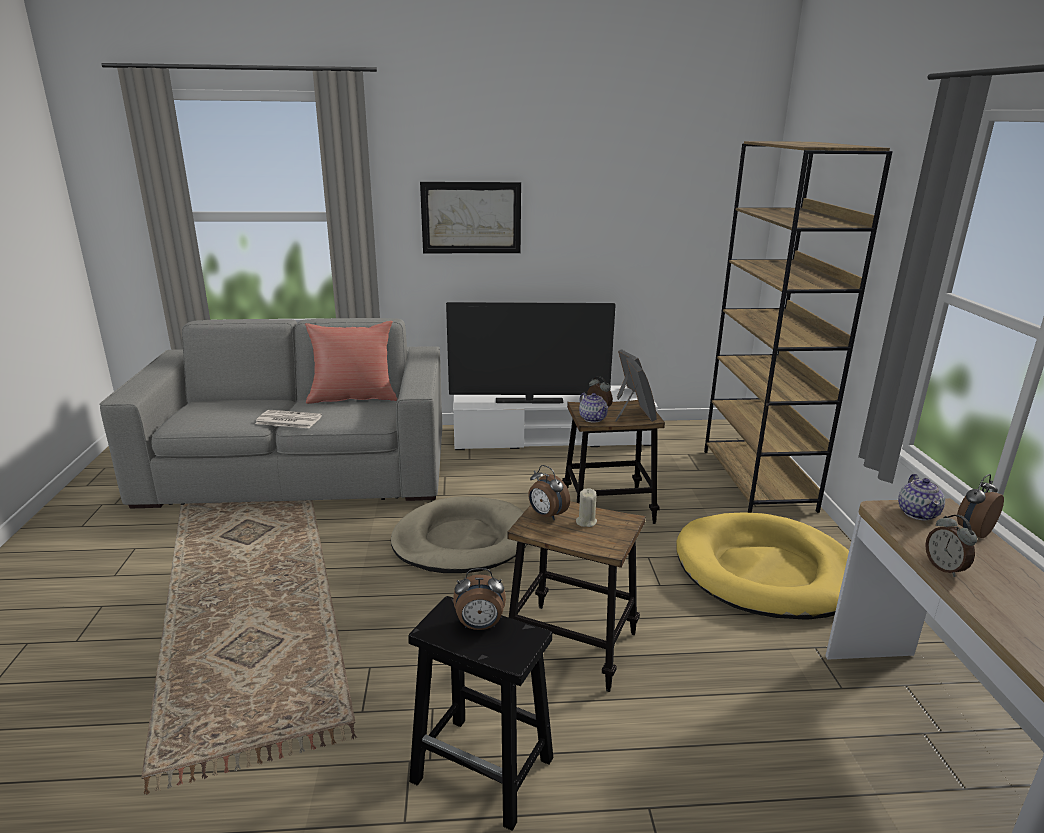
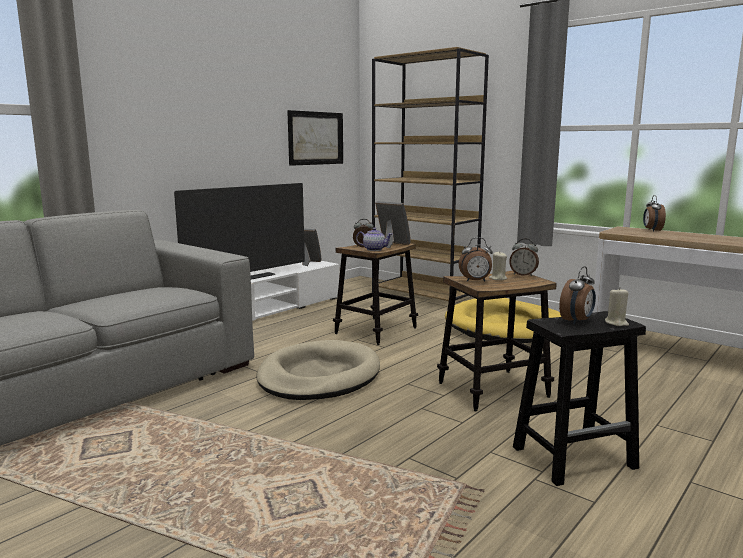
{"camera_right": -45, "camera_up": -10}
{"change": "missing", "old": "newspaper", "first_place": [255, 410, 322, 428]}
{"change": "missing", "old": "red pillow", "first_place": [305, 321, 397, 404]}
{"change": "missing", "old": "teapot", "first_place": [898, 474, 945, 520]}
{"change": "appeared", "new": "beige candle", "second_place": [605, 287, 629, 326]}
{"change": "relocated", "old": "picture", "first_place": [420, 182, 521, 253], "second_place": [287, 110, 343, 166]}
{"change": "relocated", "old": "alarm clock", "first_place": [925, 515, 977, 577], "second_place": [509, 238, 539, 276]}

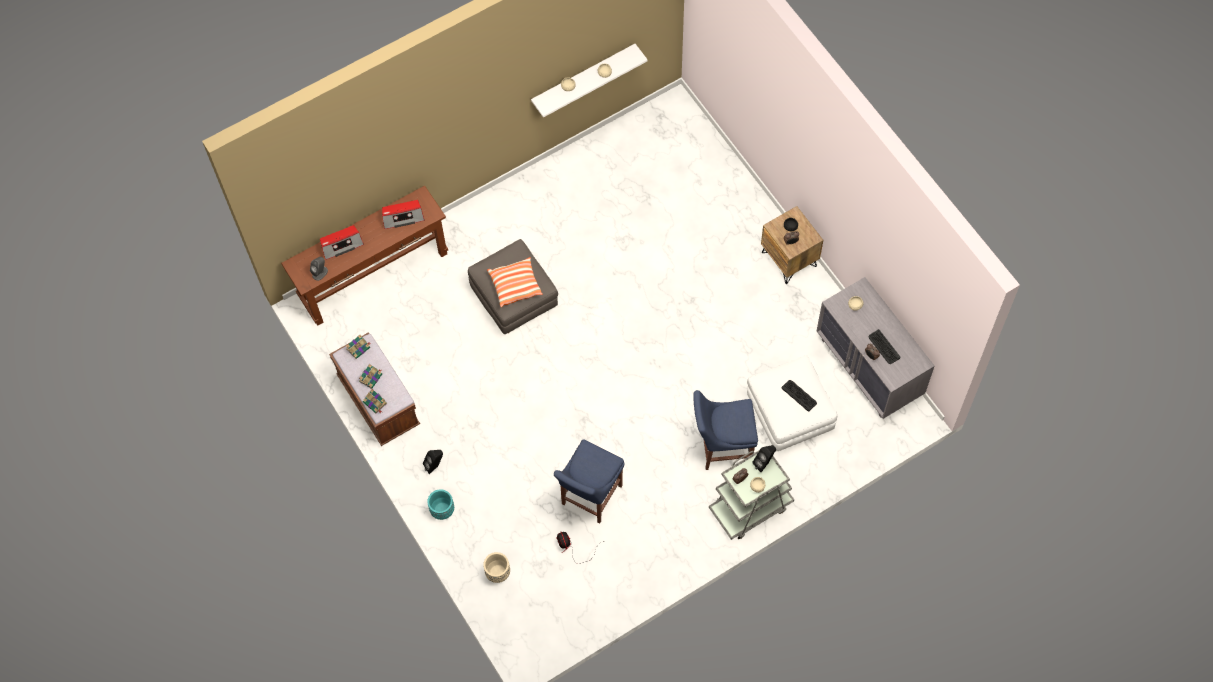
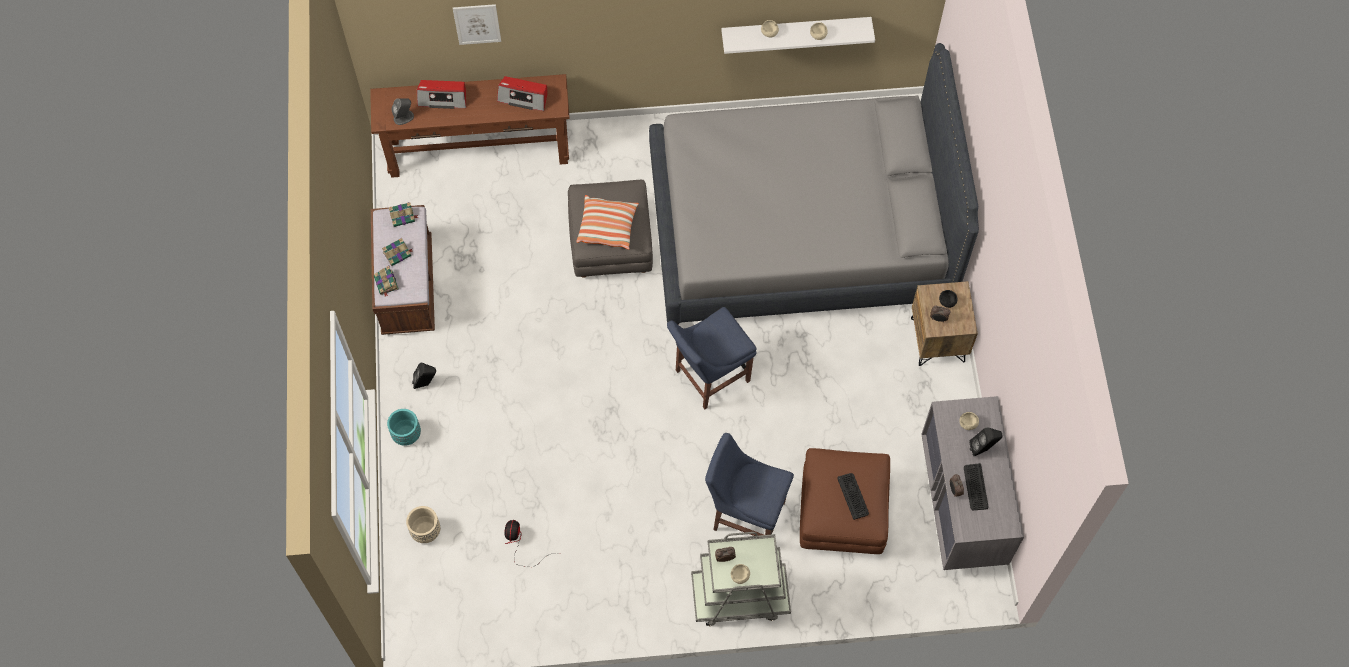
{"camera_right": 25, "camera_up": 0}
{"change": "appeared", "new": "picture", "second_place": [453, 4, 501, 45]}
{"change": "appeared", "new": "grey bed", "second_place": [649, 43, 979, 325]}
{"change": "relocated", "old": "blue chair", "first_place": [554, 439, 625, 524], "second_place": [667, 307, 757, 409]}
{"change": "relocated", "old": "black speaker", "first_place": [752, 445, 776, 472], "second_place": [969, 428, 1003, 456]}
{"change": "colour", "old": "white ottoman", "new": "brown ottoman", "first_place": [747, 355, 837, 451], "second_place": [800, 448, 890, 554]}

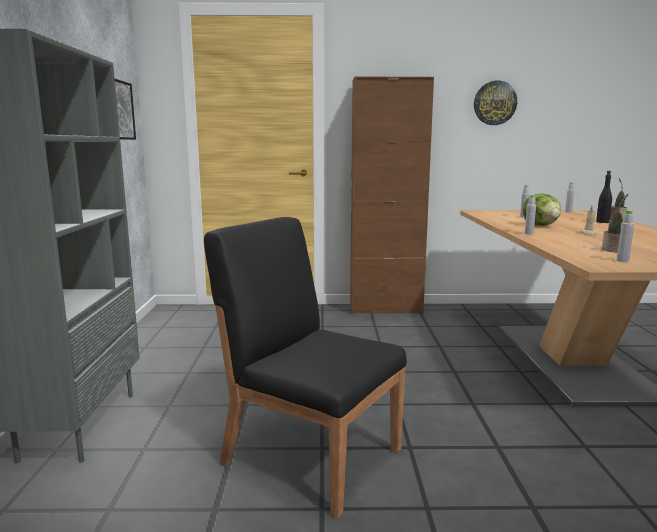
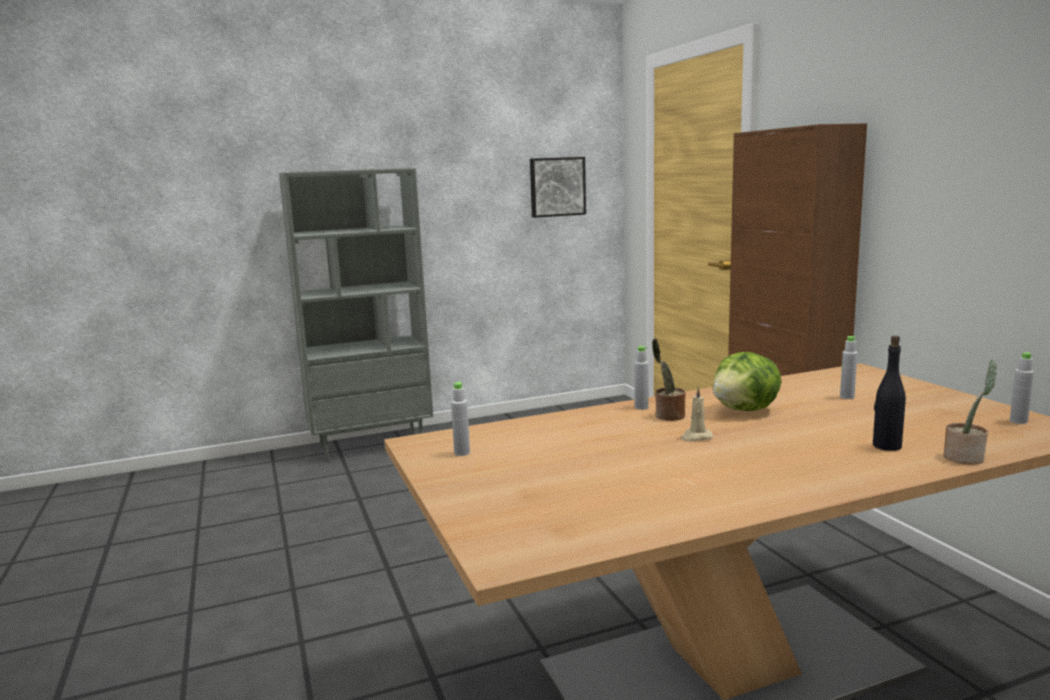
{"camera_right": 70, "camera_up": 0}
{"change": "missing", "old": "black chair", "first_place": [204, 217, 407, 518]}
{"change": "missing", "old": "wall clock", "first_place": [474, 81, 517, 125]}
{"change": "relocated", "old": "potted plant", "first_place": [602, 194, 628, 252], "second_place": [652, 338, 685, 421]}

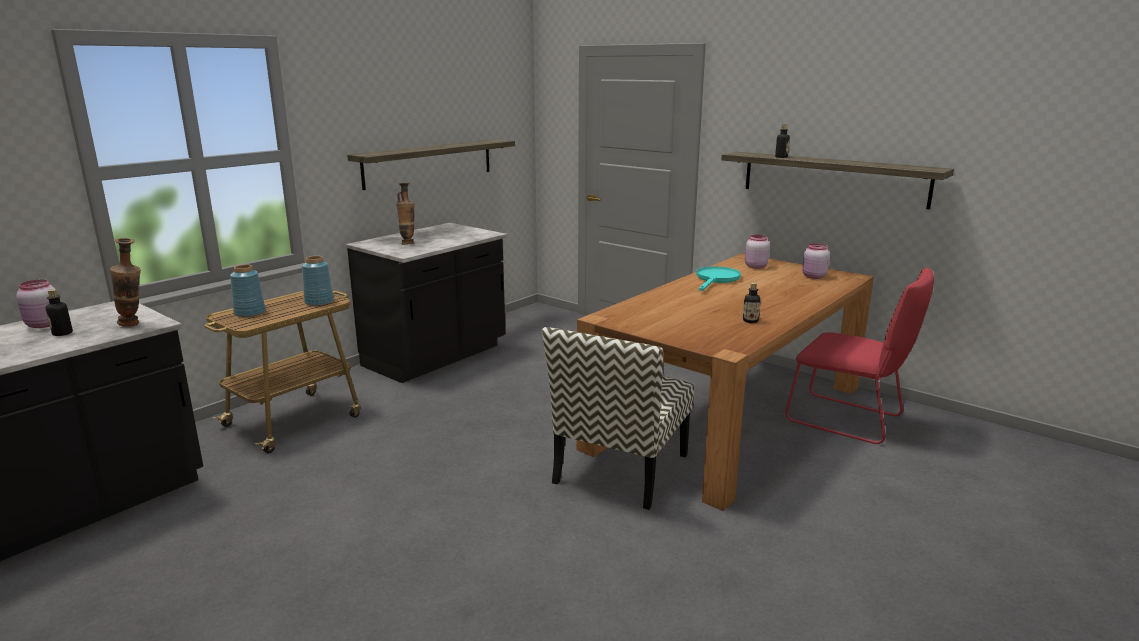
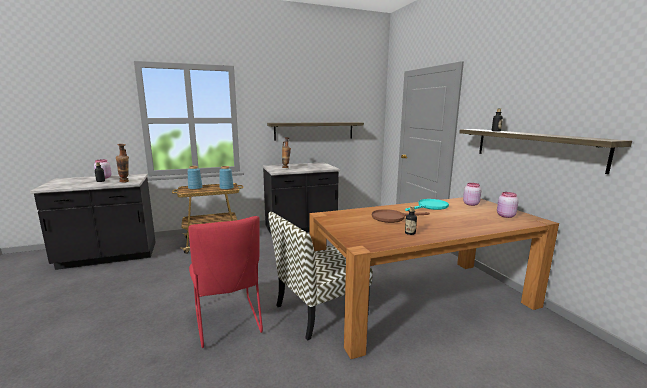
{"camera_right": 30, "camera_up": -5}
{"change": "appeared", "new": "brown frying pan", "second_place": [372, 209, 430, 223]}
{"change": "relocated", "old": "red chair", "first_place": [785, 268, 934, 444], "second_place": [188, 216, 263, 348]}

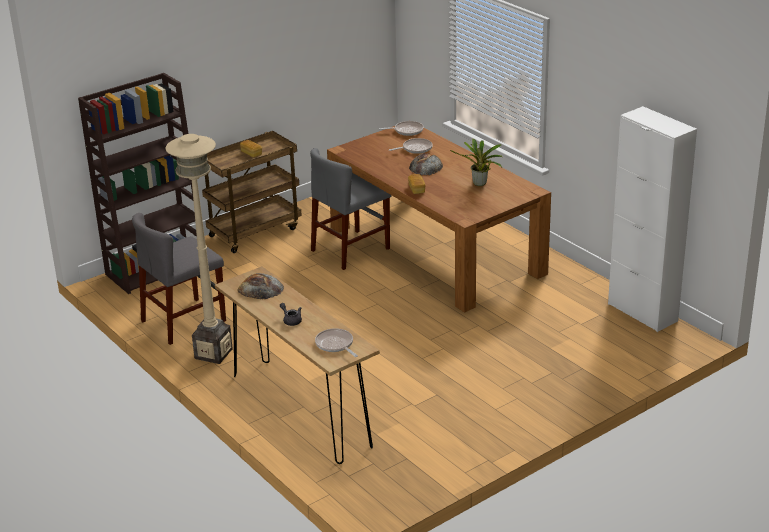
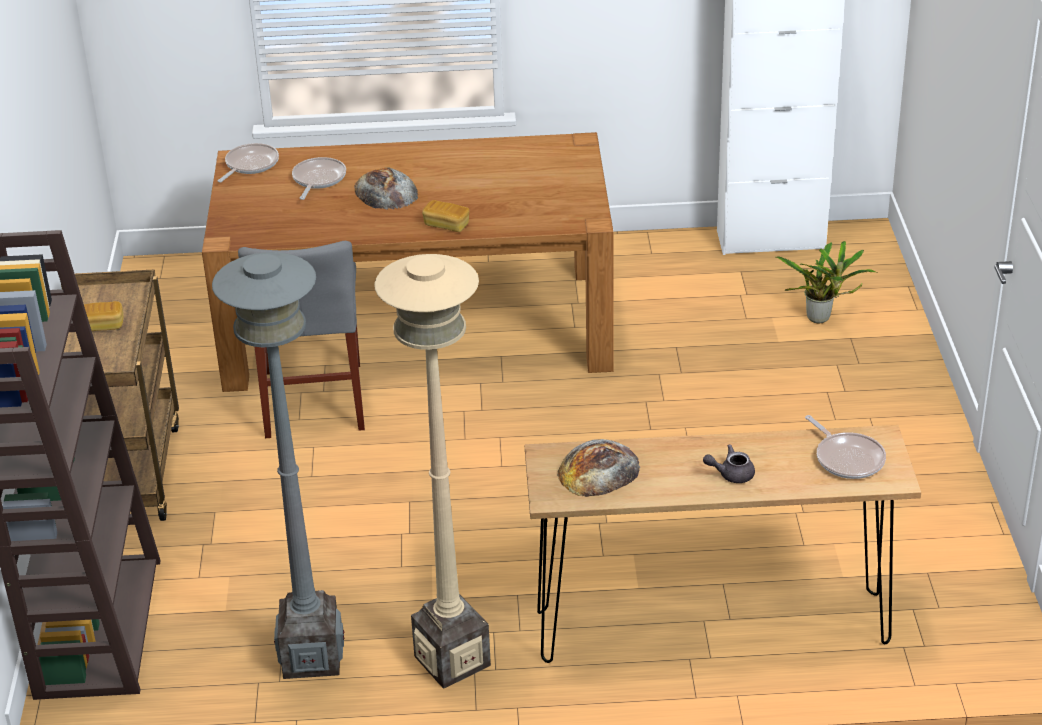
{"camera_right": -55, "camera_up": 5}
{"change": "relocated", "old": "potted plant", "first_place": [450, 139, 503, 186], "second_place": [775, 241, 877, 324]}
{"change": "exchanged", "old": "grey chair", "new": "grey floor lamp", "first_place": [132, 213, 226, 345], "second_place": [212, 252, 344, 679]}
{"change": "spun", "old": "frying pan", "first_place": [315, 328, 358, 357], "second_place": [805, 415, 886, 479], "degrees": -120}

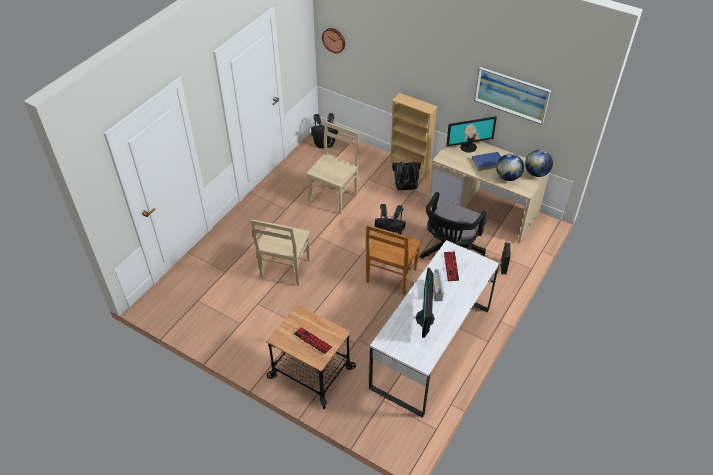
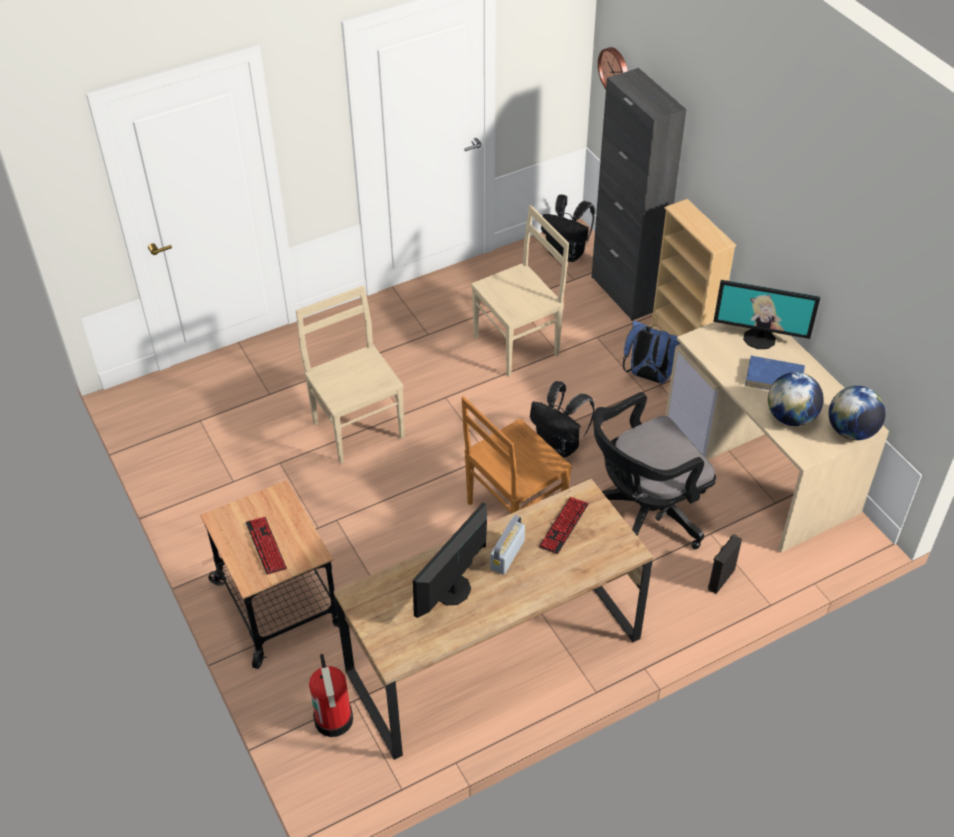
{"camera_right": 30, "camera_up": 0}
{"change": "missing", "old": "picture", "first_place": [474, 67, 551, 125]}
{"change": "appeared", "new": "fire extinguisher", "second_place": [309, 654, 353, 737]}
{"change": "appeared", "new": "black cabinet", "second_place": [592, 68, 686, 321]}
{"change": "colour", "old": "white desk", "new": "brown desk", "first_place": [369, 240, 499, 418], "second_place": [334, 479, 653, 760]}
{"change": "colour", "old": "black backpack", "new": "blue backpack", "first_place": [392, 161, 421, 190], "second_place": [623, 321, 680, 384]}
{"change": "spun", "old": "beige chair", "first_place": [251, 219, 310, 286], "second_place": [296, 285, 404, 464], "degrees": 105}

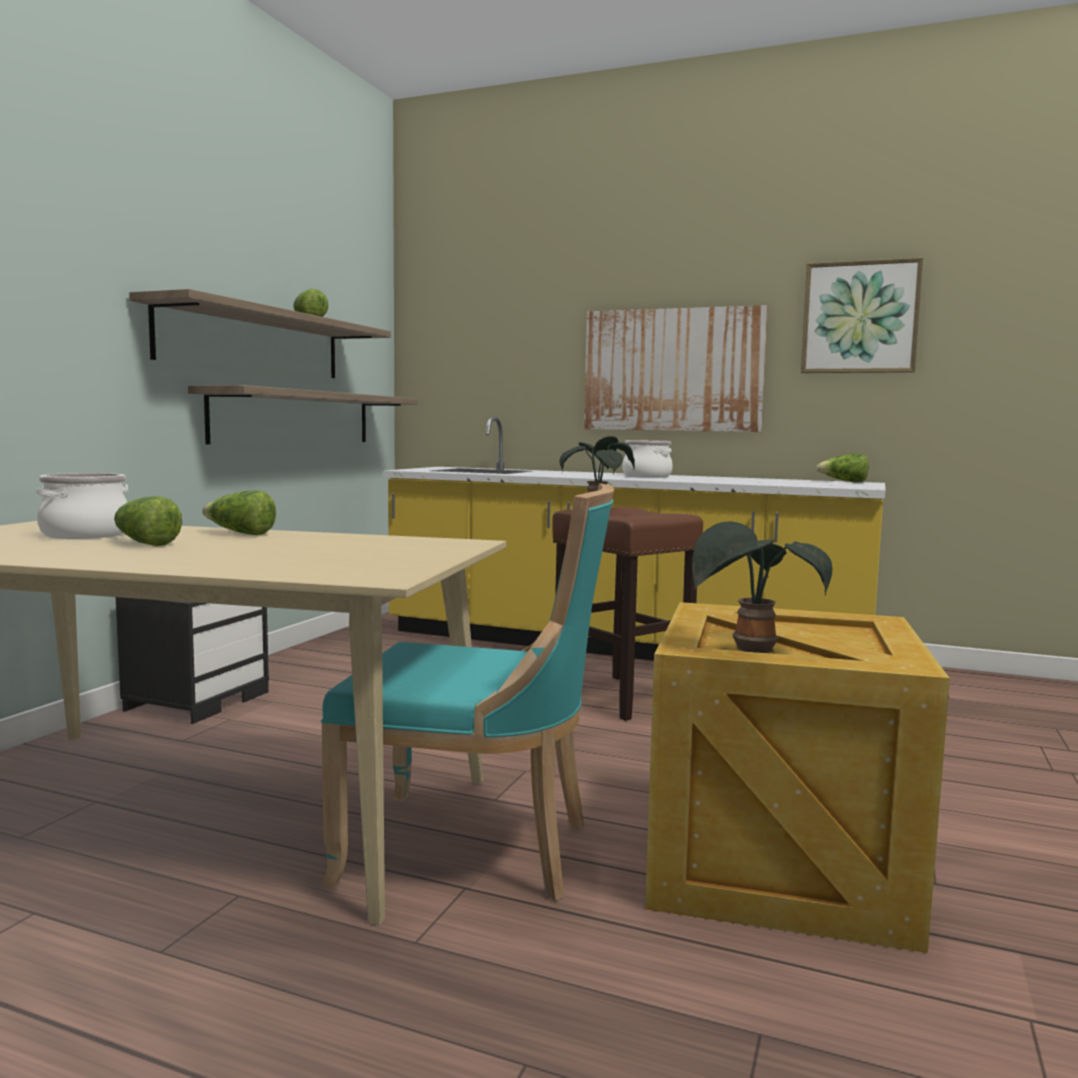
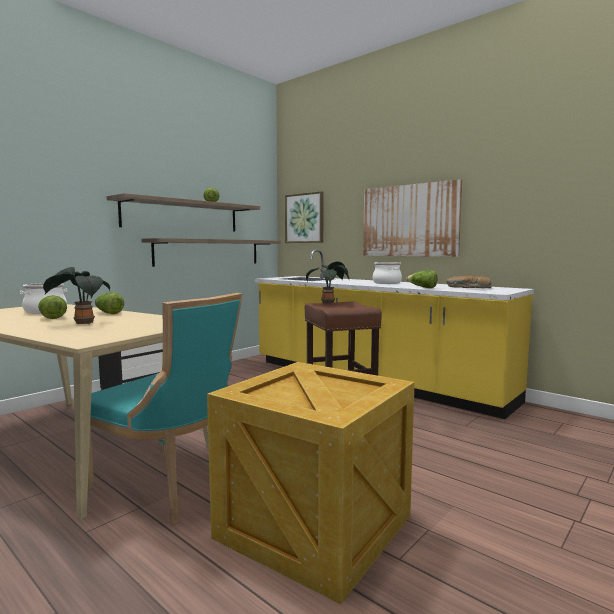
{"camera_right": 20, "camera_up": 0}
{"change": "appeared", "new": "bread", "second_place": [446, 276, 492, 288]}
{"change": "relocated", "old": "potted plant", "first_place": [692, 522, 832, 653], "second_place": [43, 267, 110, 324]}
{"change": "relocated", "old": "picture", "first_place": [801, 258, 923, 373], "second_place": [285, 191, 324, 243]}
{"change": "relocated", "old": "lettuce", "first_place": [816, 454, 869, 482], "second_place": [406, 270, 437, 288]}

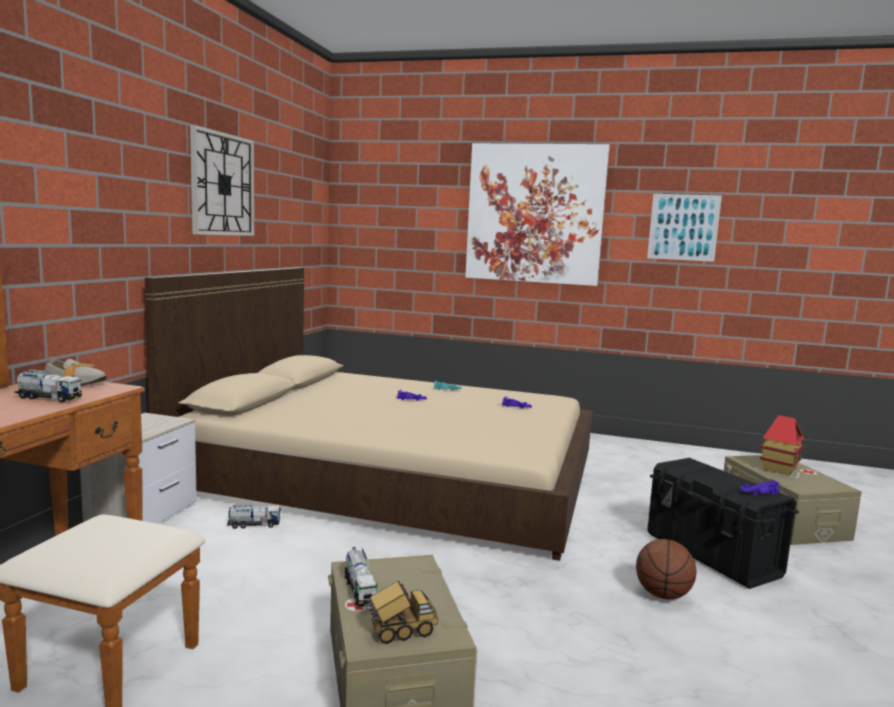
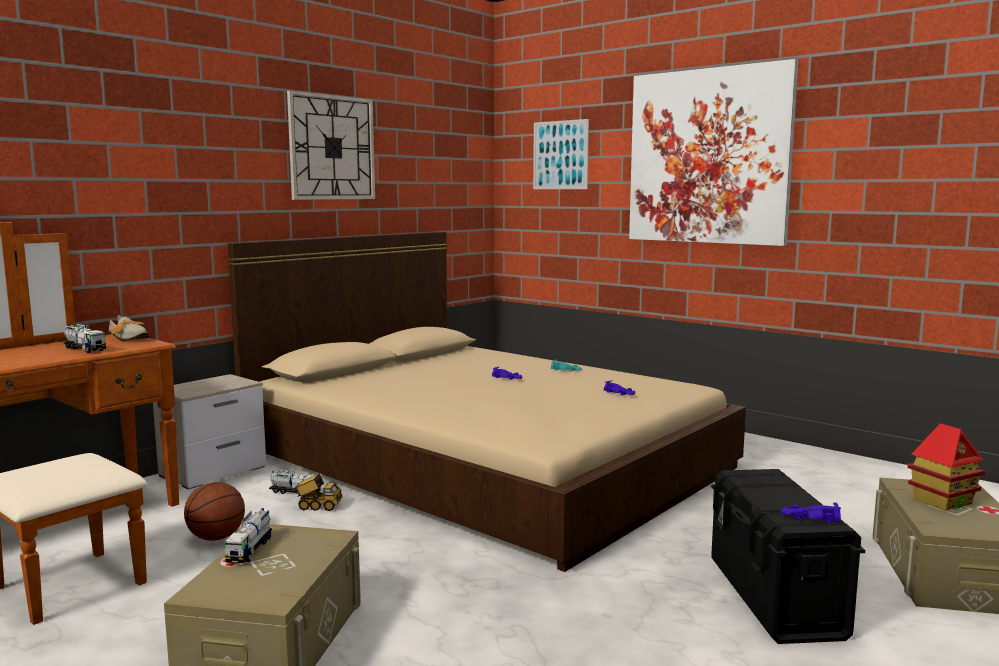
{"camera_right": 25, "camera_up": 0}
{"change": "relocated", "old": "toy truck", "first_place": [366, 580, 438, 644], "second_place": [294, 474, 342, 511]}
{"change": "relocated", "old": "basketball", "first_place": [636, 539, 696, 600], "second_place": [184, 482, 245, 541]}
{"change": "relocated", "old": "picture", "first_place": [647, 194, 722, 262], "second_place": [533, 119, 589, 189]}

